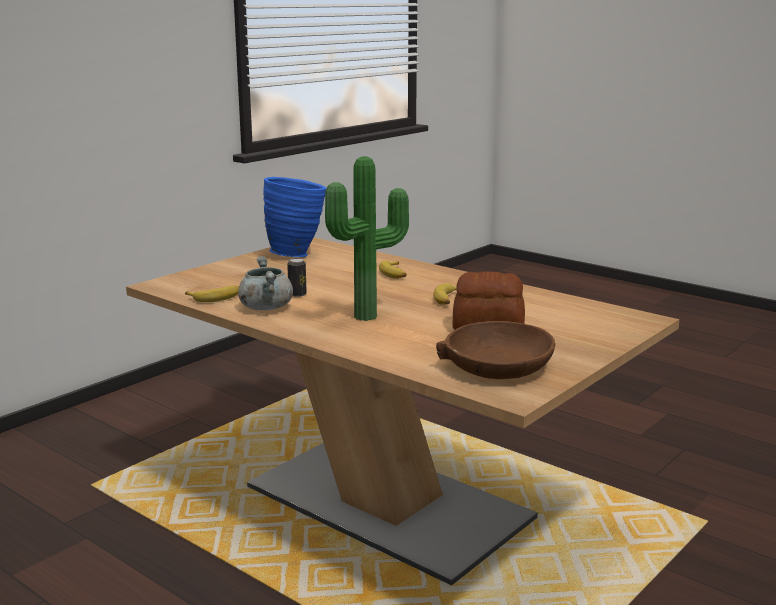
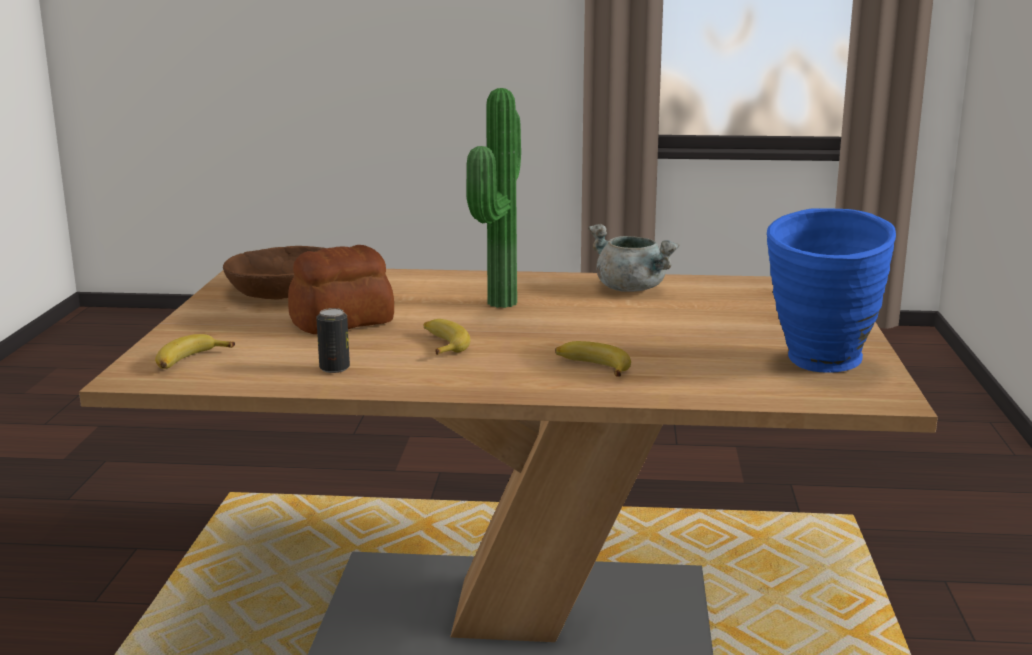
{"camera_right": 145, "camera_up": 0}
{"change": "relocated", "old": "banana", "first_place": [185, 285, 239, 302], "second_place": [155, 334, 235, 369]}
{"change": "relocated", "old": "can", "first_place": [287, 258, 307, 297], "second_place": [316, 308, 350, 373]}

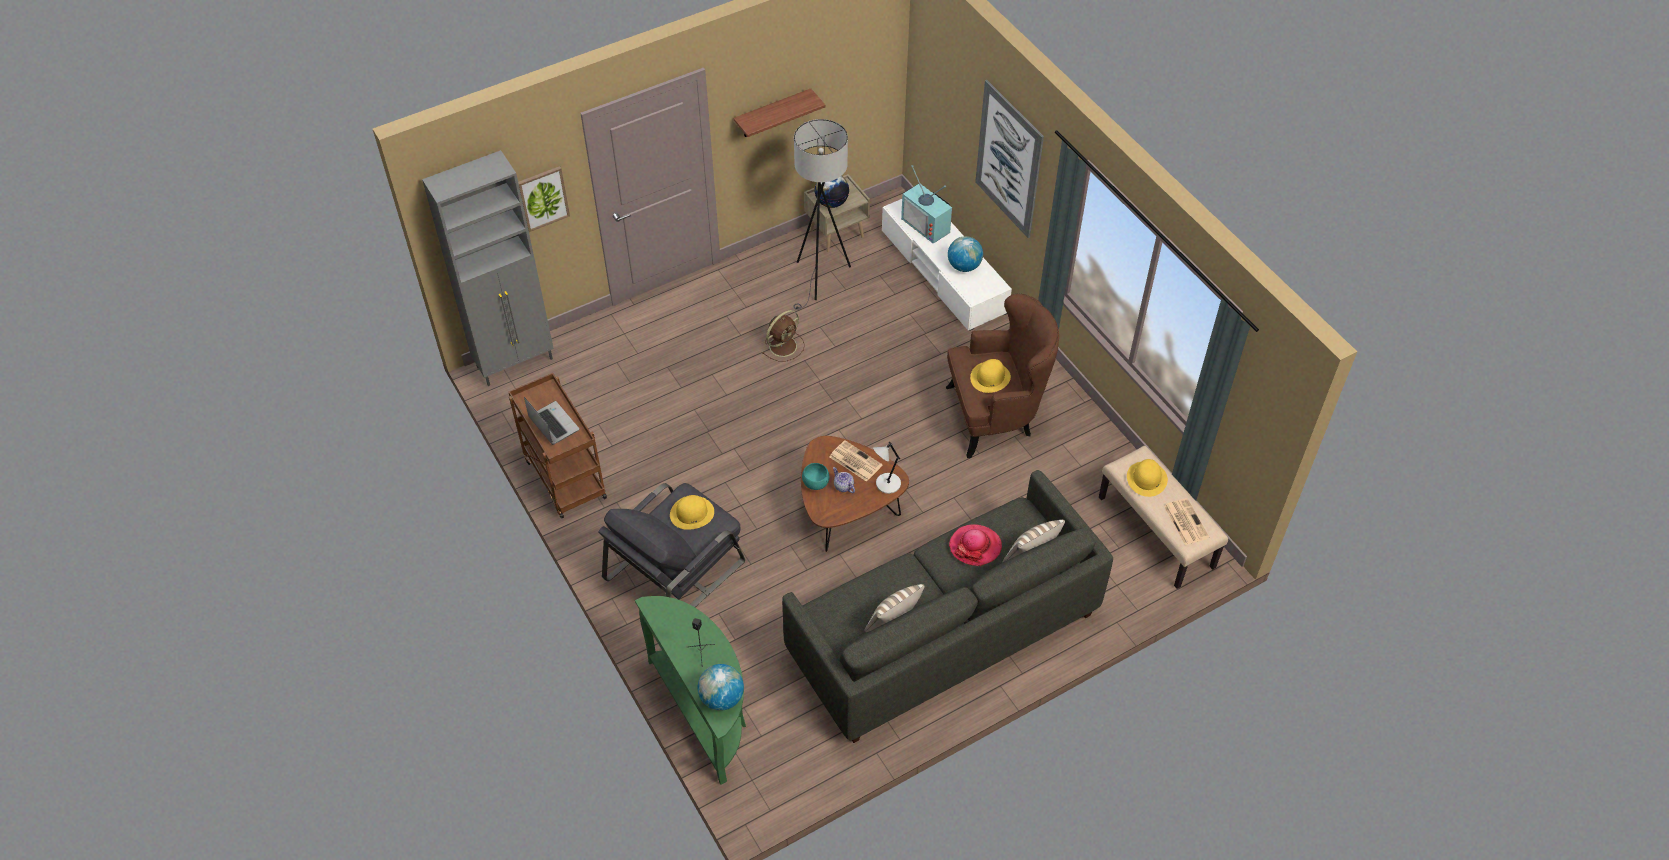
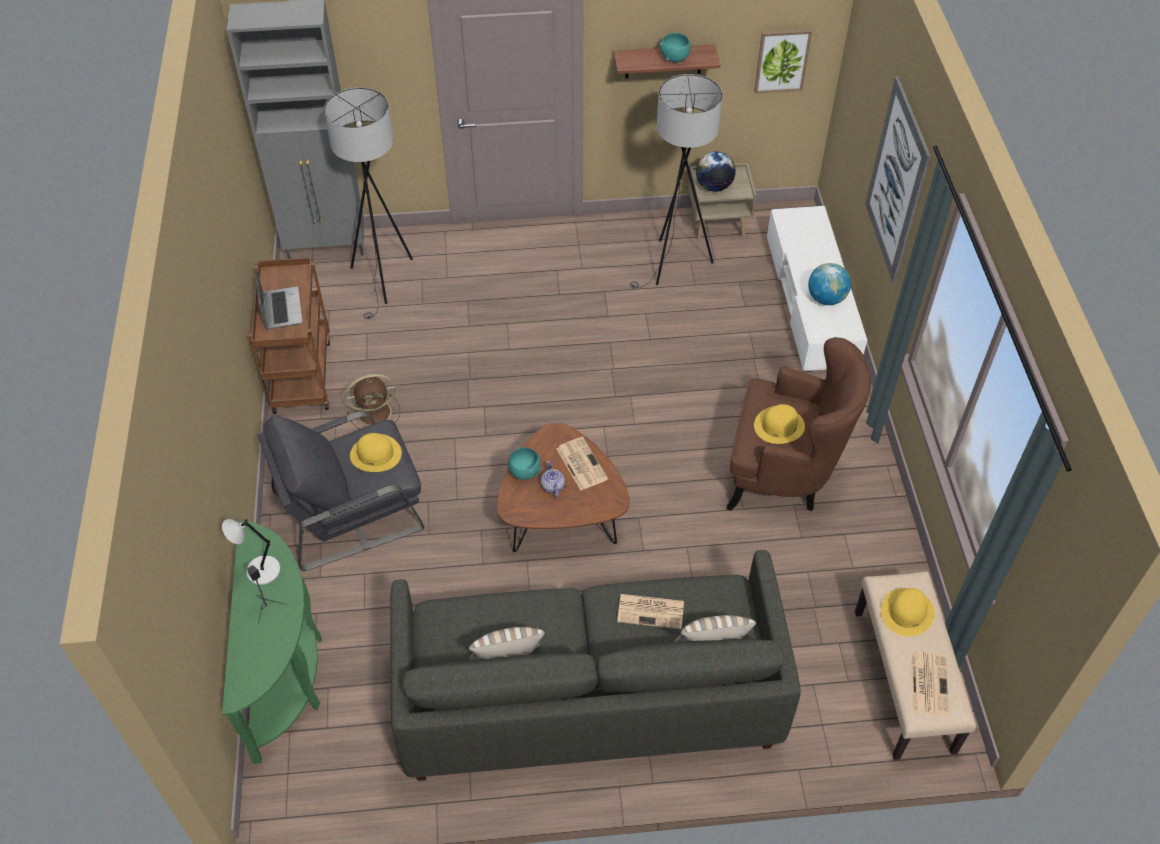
{"camera_right": 25, "camera_up": 0}
{"change": "missing", "old": "globe", "first_place": [698, 664, 744, 711]}
{"change": "missing", "old": "television", "first_place": [901, 165, 952, 244]}
{"change": "appeared", "new": "grey floor lamp", "second_place": [324, 87, 413, 319]}
{"change": "appeared", "new": "turquoise bowl", "second_place": [660, 33, 691, 63]}
{"change": "relocated", "old": "picture", "first_place": [518, 166, 570, 232], "second_place": [754, 29, 812, 94]}
{"change": "relocated", "old": "brown fan", "first_place": [762, 310, 805, 362], "second_place": [345, 374, 400, 429]}
{"change": "relocated", "old": "grey table lamp", "first_place": [873, 442, 901, 494], "second_place": [222, 519, 280, 585]}
{"change": "exchanged", "old": "hat", "new": "newspaper", "first_place": [949, 524, 1002, 566], "second_place": [617, 594, 684, 629]}

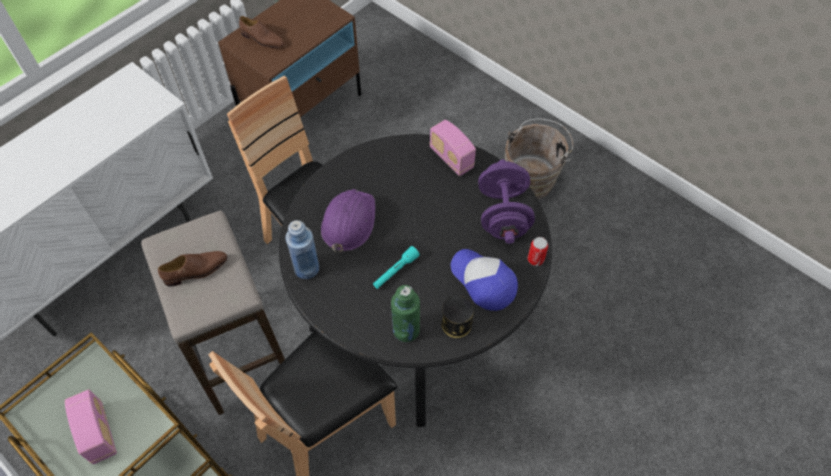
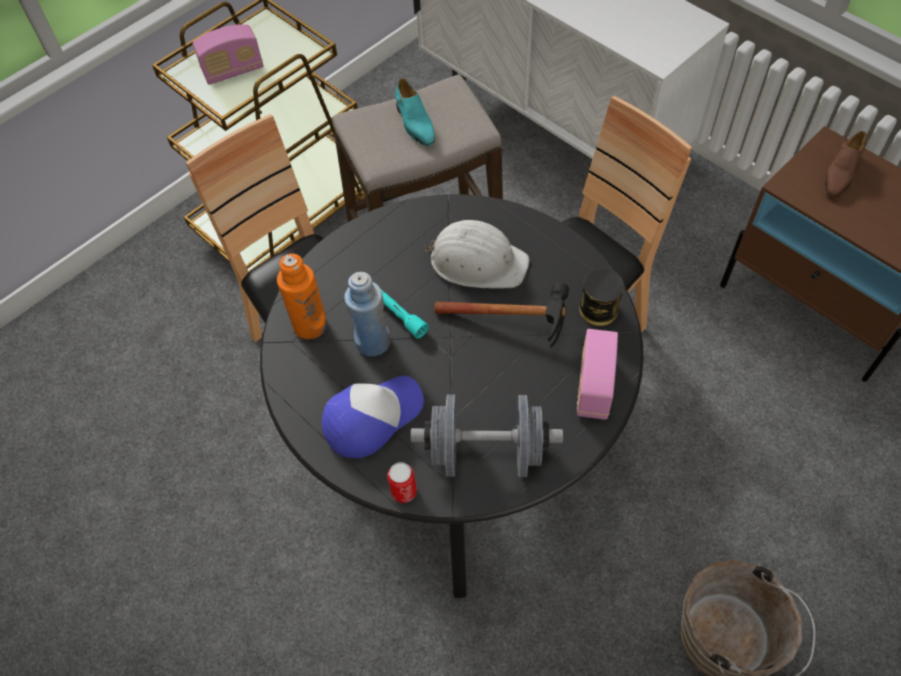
{"camera_right": 95, "camera_up": 0}
{"change": "appeared", "new": "hammer", "second_place": [434, 282, 569, 348]}
{"change": "relocated", "old": "blue bottle", "first_place": [285, 220, 319, 279], "second_place": [345, 272, 391, 357]}
{"change": "relocated", "old": "can", "first_place": [441, 295, 474, 338], "second_place": [579, 268, 624, 326]}
{"change": "colour", "old": "brown shoe", "new": "turquoise shoe", "first_place": [158, 251, 227, 286], "second_place": [395, 78, 435, 146]}
{"change": "colour", "old": "purple hard hat", "new": "white hard hat", "first_place": [321, 189, 375, 253], "second_place": [424, 220, 530, 289]}
{"change": "colour", "old": "green bottle", "new": "orange bottle", "first_place": [391, 285, 420, 342], "second_place": [277, 254, 327, 339]}
{"change": "colour", "old": "purple dumbbell", "new": "grey dumbbell", "first_place": [478, 160, 535, 244], "second_place": [411, 395, 563, 477]}
{"change": "spun", "old": "radio", "first_place": [430, 120, 476, 176], "second_place": [577, 329, 618, 420], "degrees": -45}

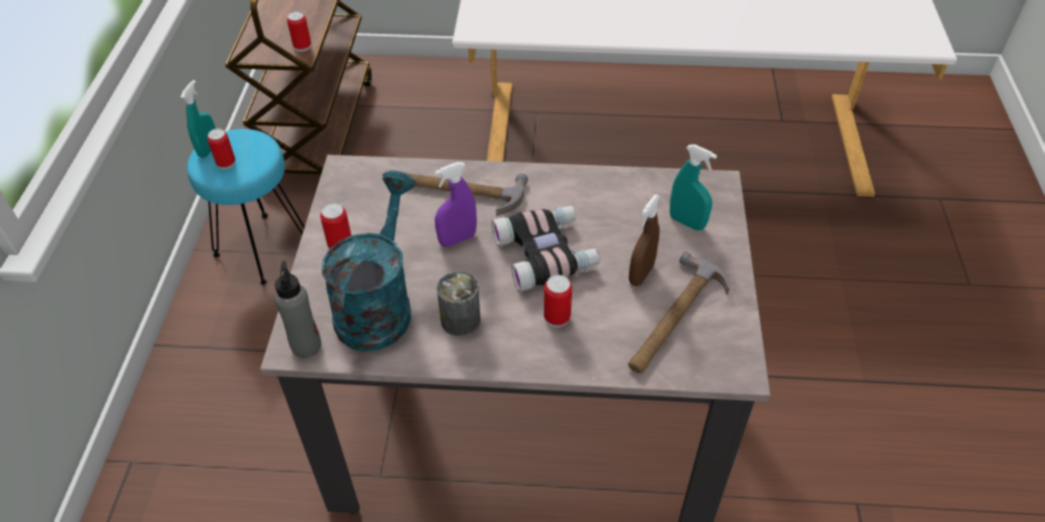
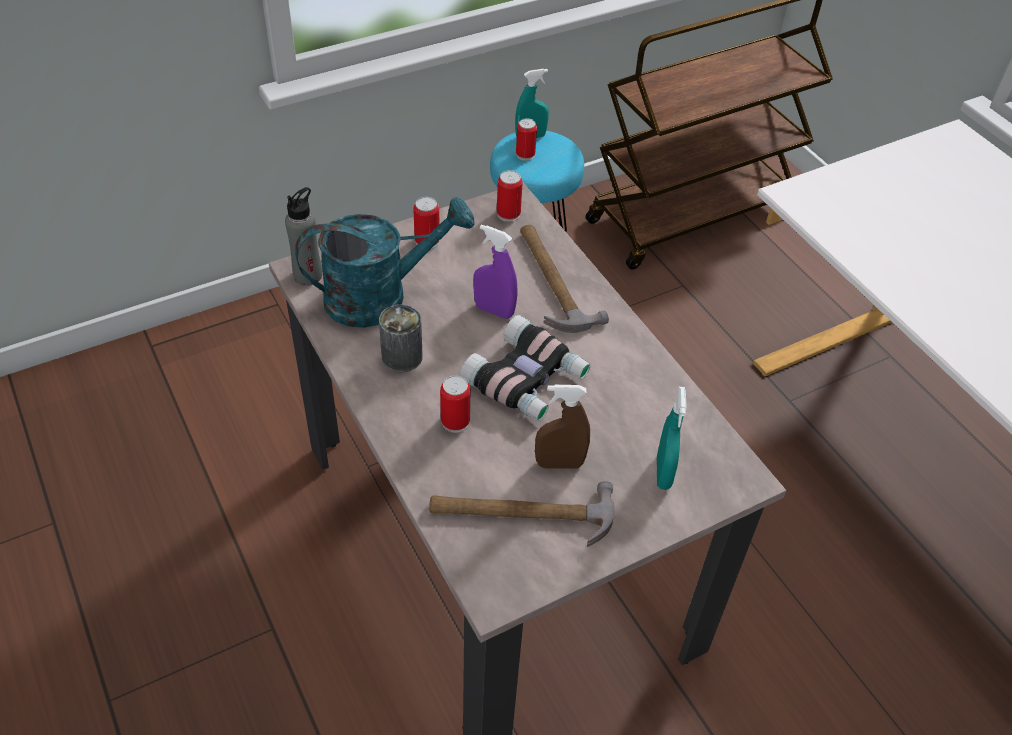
{"camera_right": 55, "camera_up": 0}
{"change": "relocated", "old": "can", "first_place": [287, 11, 311, 52], "second_place": [497, 170, 523, 222]}

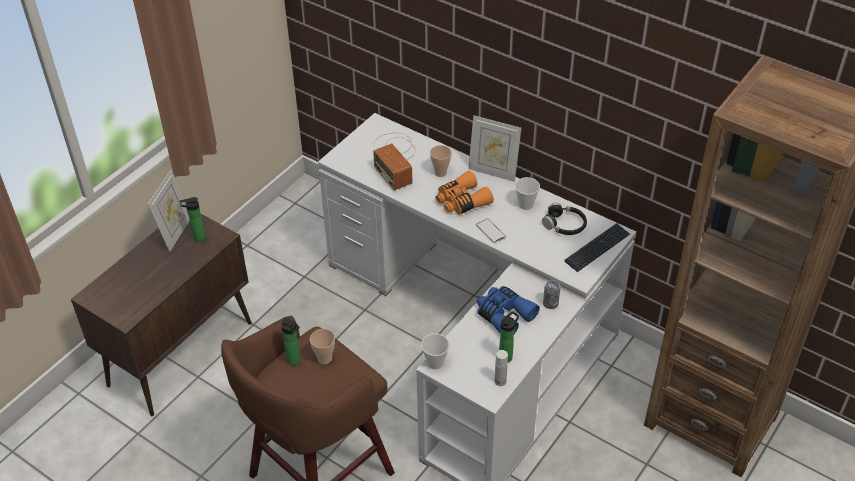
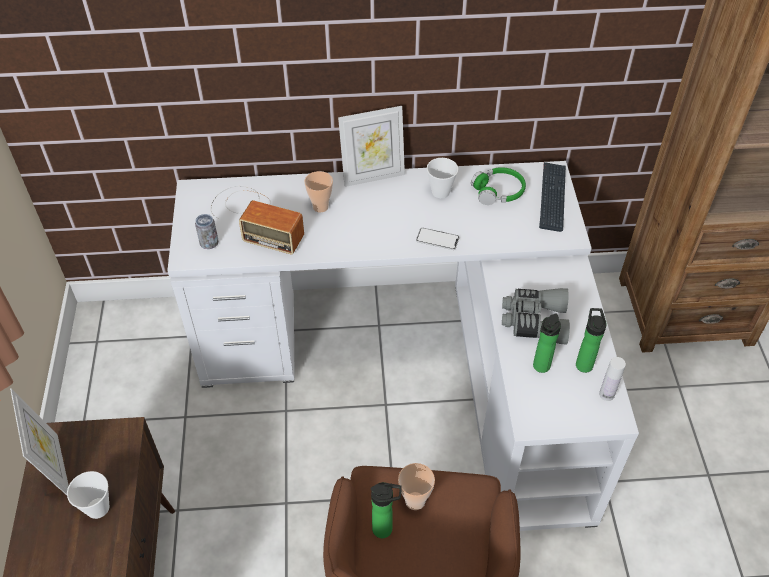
{"camera_right": -40, "camera_up": 5}
{"change": "missing", "old": "orange binoculars", "first_place": [435, 171, 494, 215]}
{"change": "relocated", "old": "bottle", "first_place": [180, 197, 206, 242], "second_place": [533, 314, 561, 373]}
{"change": "relocated", "old": "cup", "first_place": [421, 334, 450, 369], "second_place": [67, 471, 109, 519]}
{"change": "relocated", "old": "can", "first_place": [543, 280, 560, 309], "second_place": [195, 214, 219, 249]}
{"change": "colour", "old": "blue binoculars", "new": "grey binoculars", "first_place": [477, 286, 540, 334], "second_place": [502, 288, 570, 345]}
{"change": "colour", "old": "black headphones", "new": "green headphones", "first_place": [542, 203, 587, 235], "second_place": [471, 167, 526, 205]}

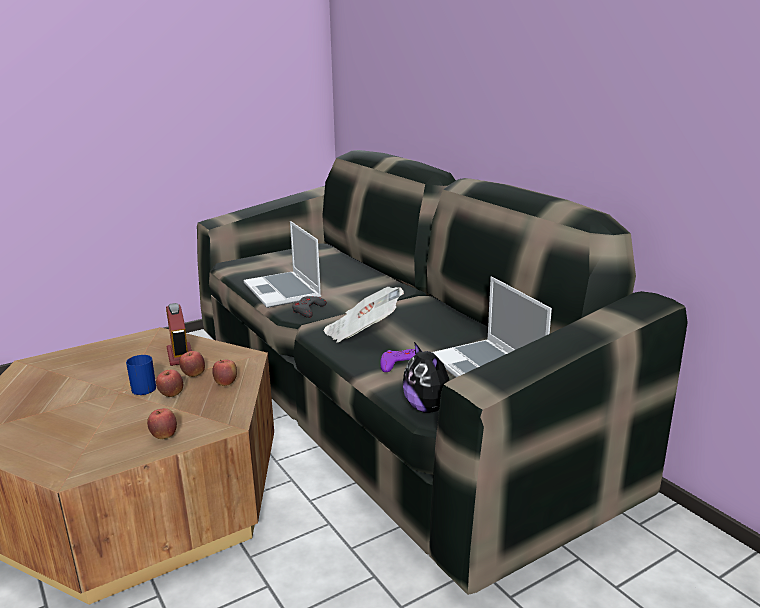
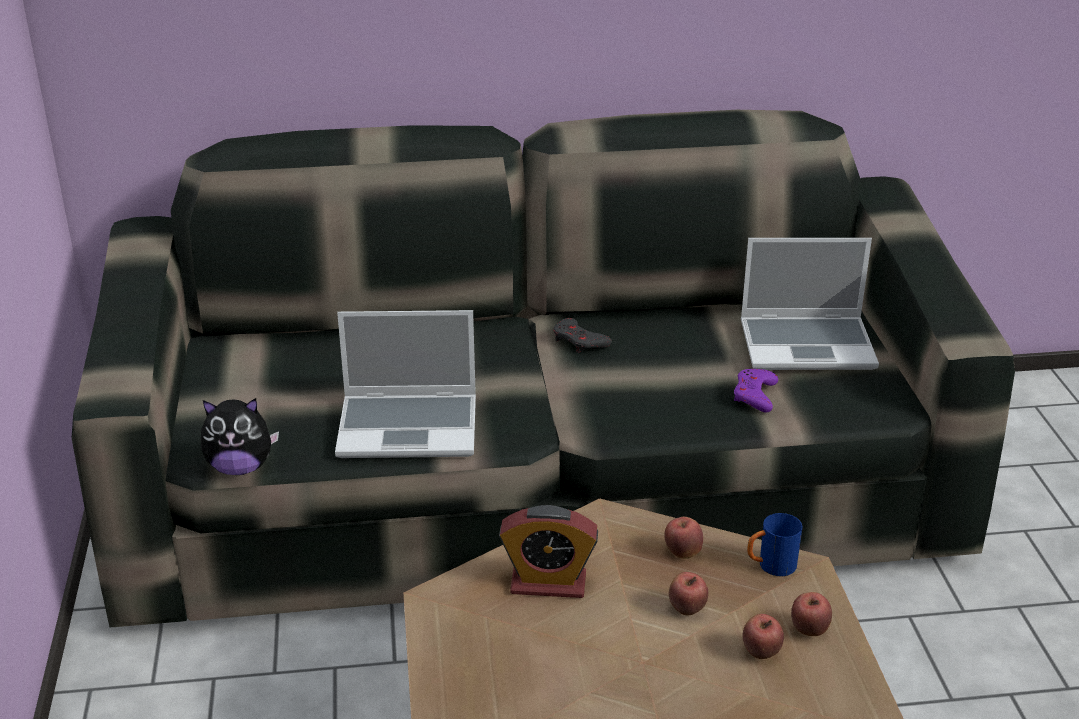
{"camera_right": -65, "camera_up": 10}
{"change": "missing", "old": "newspaper", "first_place": [323, 287, 404, 343]}
{"change": "relocated", "old": "blue mug", "first_place": [126, 355, 156, 395], "second_place": [747, 513, 802, 577]}
{"change": "relocated", "old": "apple", "first_place": [179, 351, 205, 377], "second_place": [742, 614, 784, 659]}
{"change": "relocated", "old": "grey game controller", "first_place": [292, 296, 327, 318], "second_place": [553, 318, 612, 353]}
{"change": "relocated", "old": "plush toy", "first_place": [403, 342, 449, 413], "second_place": [201, 398, 279, 475]}

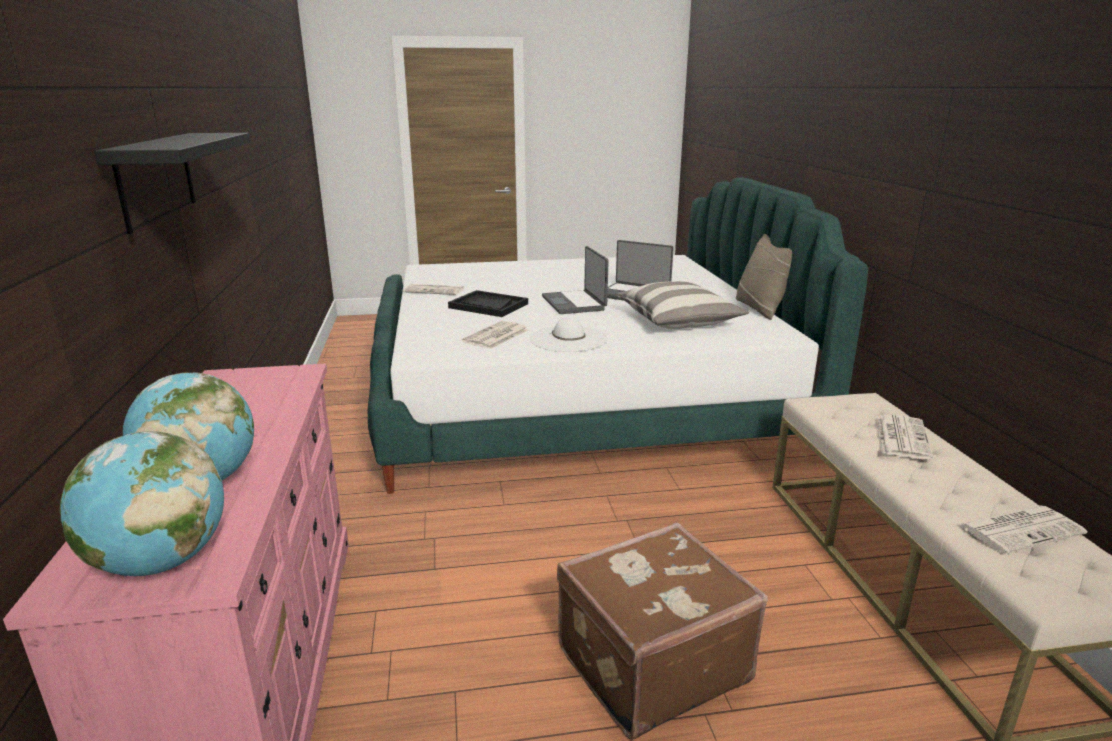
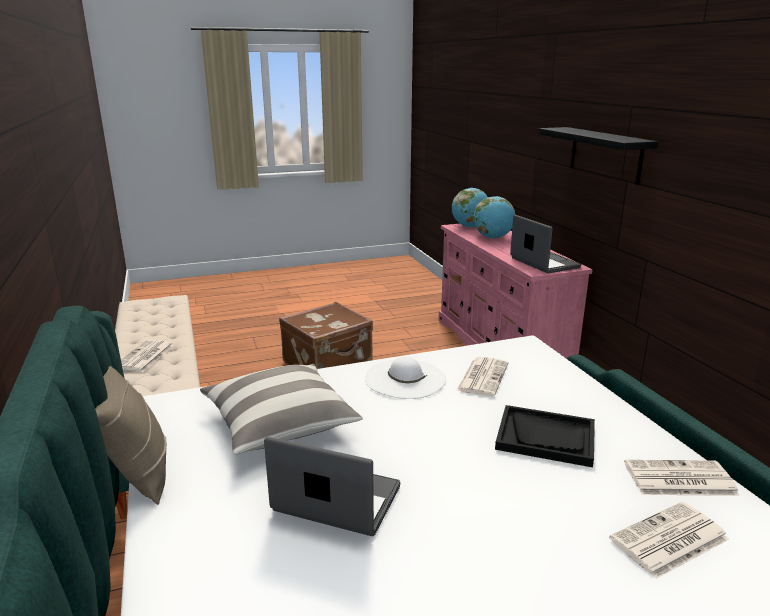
{"camera_right": 170, "camera_up": 0}
{"change": "relocated", "old": "laptop", "first_place": [542, 246, 609, 314], "second_place": [510, 215, 581, 273]}
{"change": "relocated", "old": "newspaper", "first_place": [957, 505, 1087, 554], "second_place": [609, 502, 729, 579]}

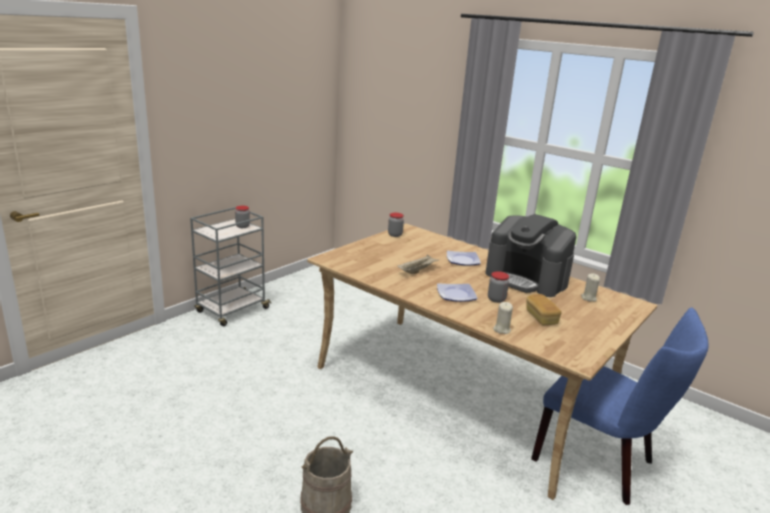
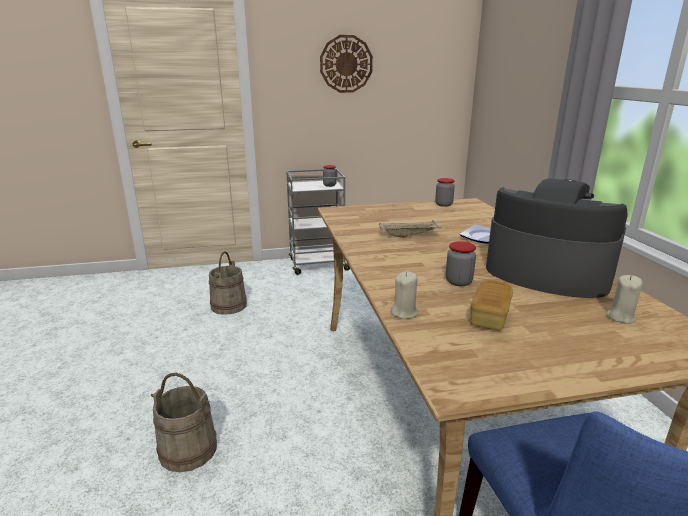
{"camera_right": 40, "camera_up": 0}
{"change": "missing", "old": "plate", "first_place": [437, 283, 478, 302]}
{"change": "appeared", "new": "beige bucket", "second_place": [209, 251, 247, 315]}
{"change": "appeared", "new": "wall clock", "second_place": [320, 35, 373, 93]}
{"change": "spun", "old": "coffee machine", "first_place": [485, 214, 576, 297], "second_place": [486, 178, 627, 298], "degrees": 135}

